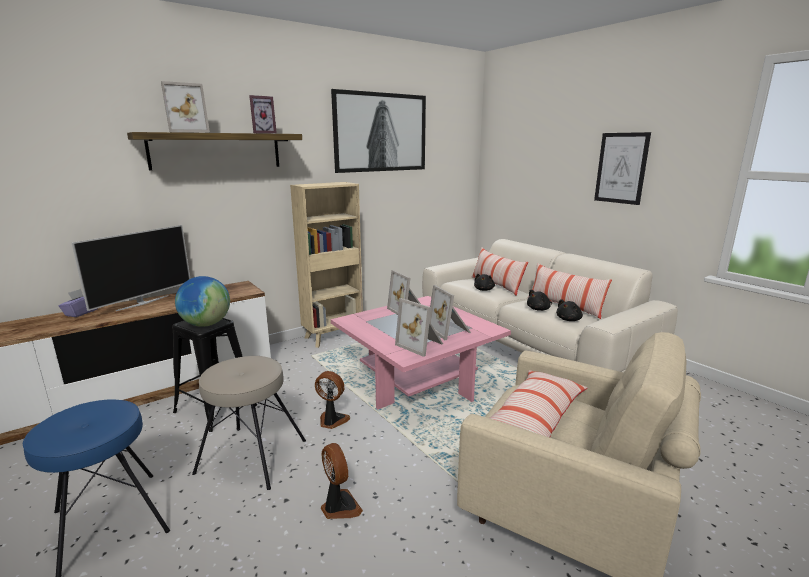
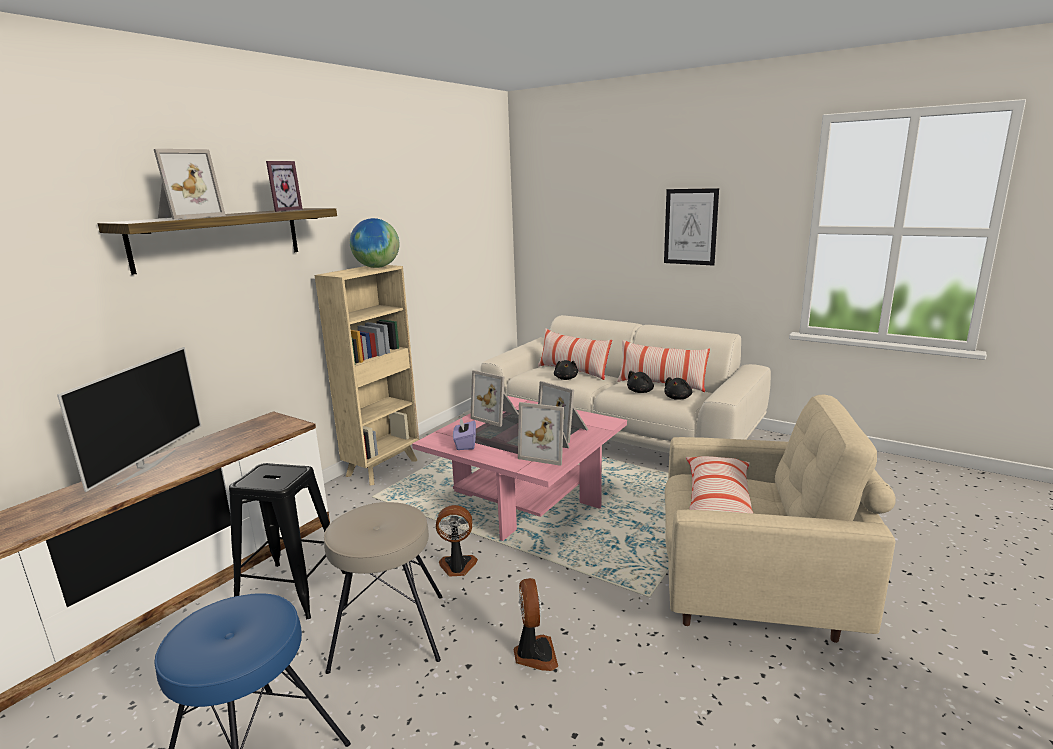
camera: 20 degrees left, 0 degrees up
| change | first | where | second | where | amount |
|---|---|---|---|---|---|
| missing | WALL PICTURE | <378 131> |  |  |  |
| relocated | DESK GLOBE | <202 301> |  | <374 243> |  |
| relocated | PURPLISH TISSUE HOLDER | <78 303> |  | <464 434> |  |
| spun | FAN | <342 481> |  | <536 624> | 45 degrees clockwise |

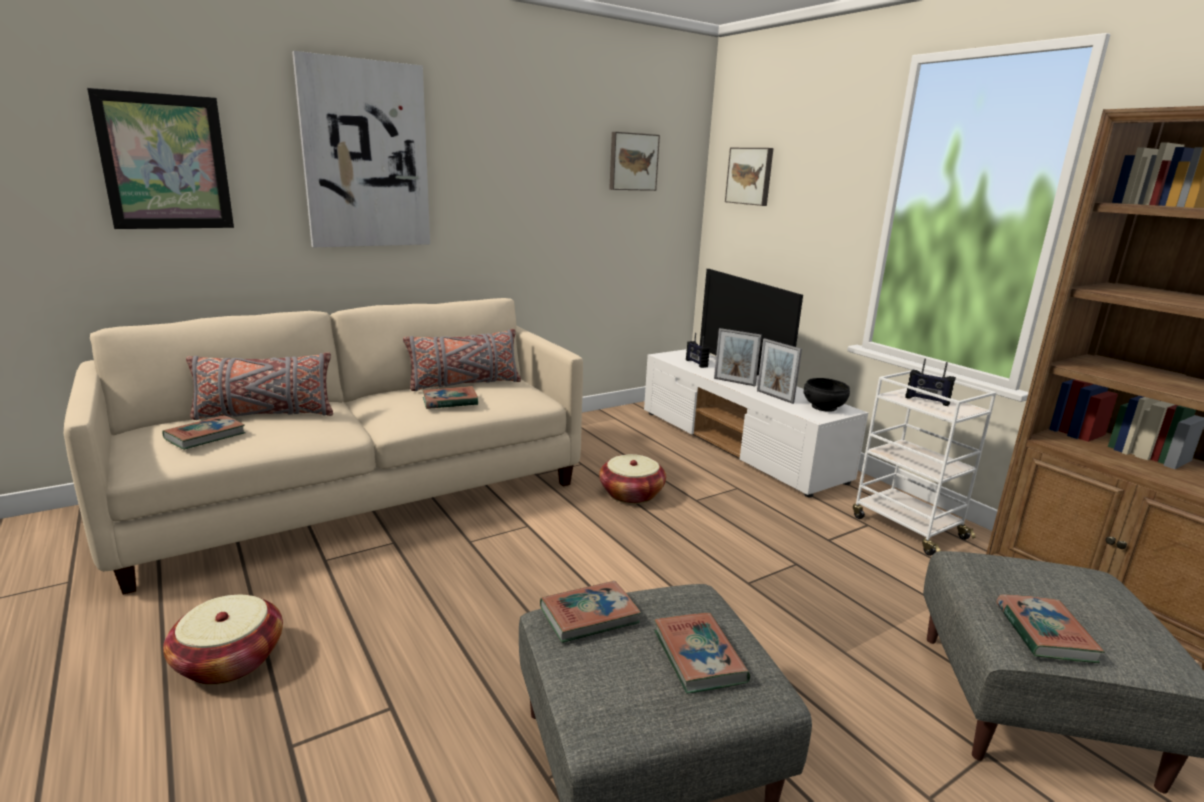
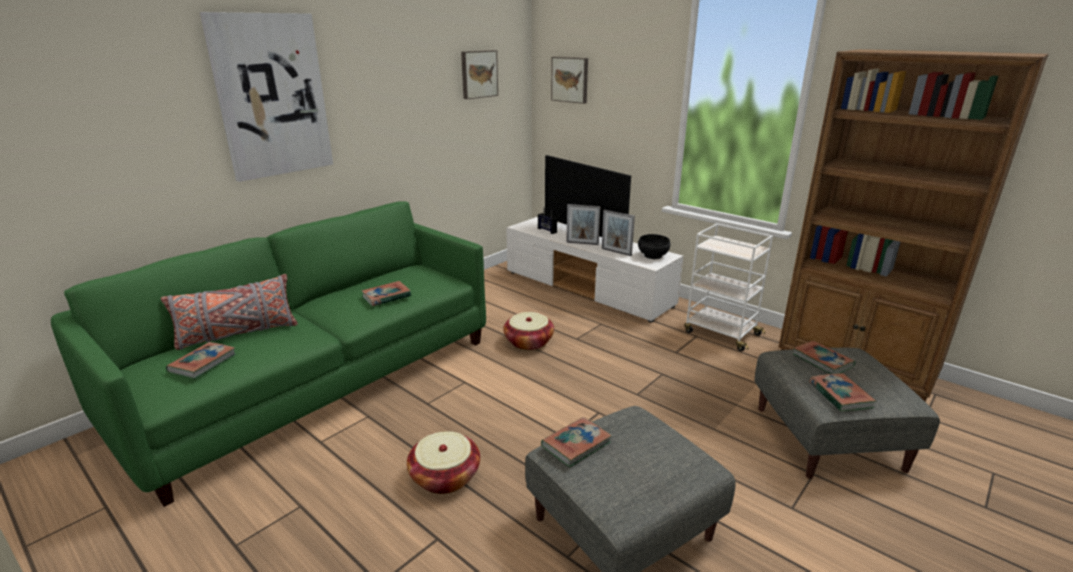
camera: 15 degrees left, 5 degrees up
| change | first | where | second | where | amount |
|---|---|---|---|---|---|
| missing | WALL PICTURE | <160 158> |  |  |  |
| colour | SAND-COLOURED SOFA | <323 446> | GREEN SOFA | <268 354> |  |
| missing | GREYISH CUSHION | <462 360> |  |  |  |
| missing | RADIO | <930 382> |  |  |  |
| relocated | STORAGE BASKET | <223 640> |  | <443 462> |  |
| relocated | BOOK | <702 653> |  | <824 357> |  |

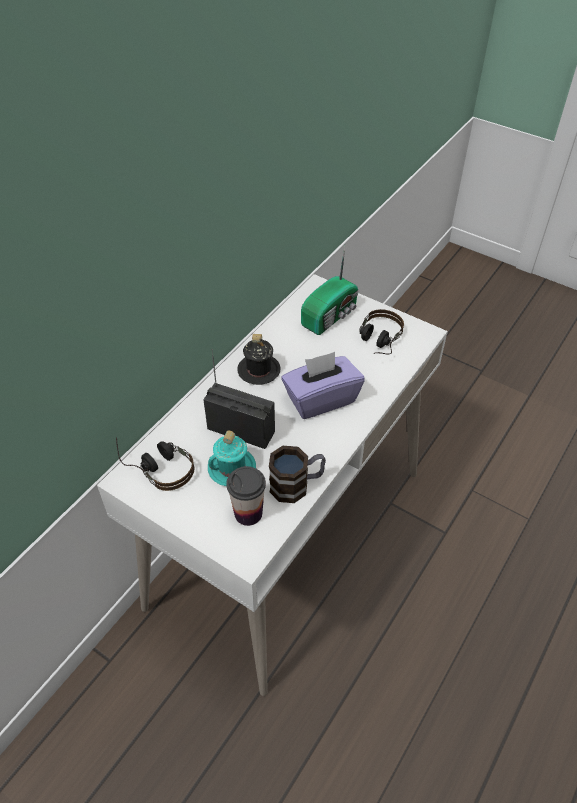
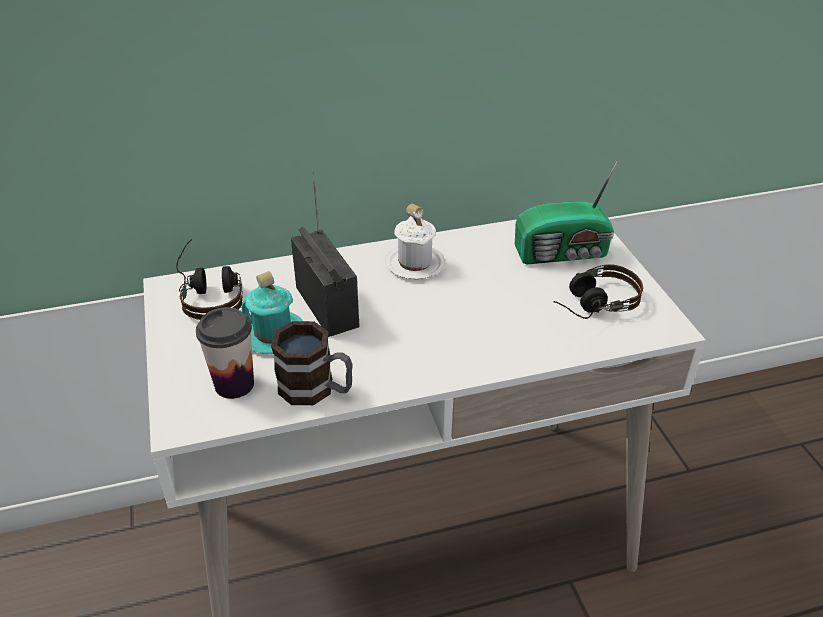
camera: 40 degrees right, 10 degrees down
| change | first | where | second | where | amount |
|---|---|---|---|---|---|
| colour | BLACKISH MUG | <258 359> | WHITE MUG | <415 241> |  |
| missing | PURPLISH TISSUE HOLDER | <323 385> |  |  |  |

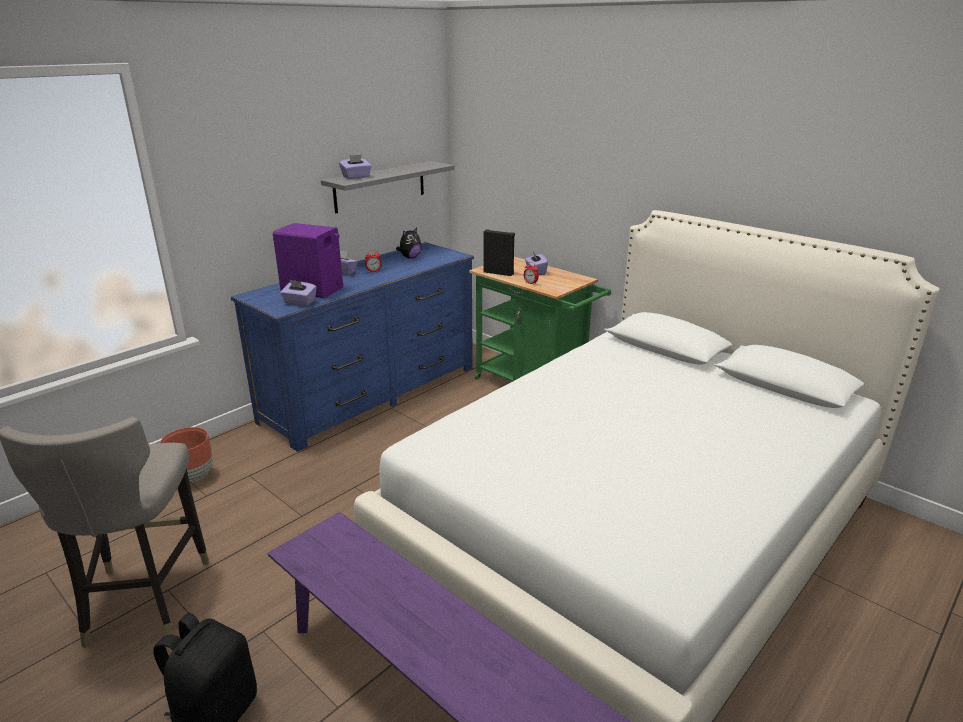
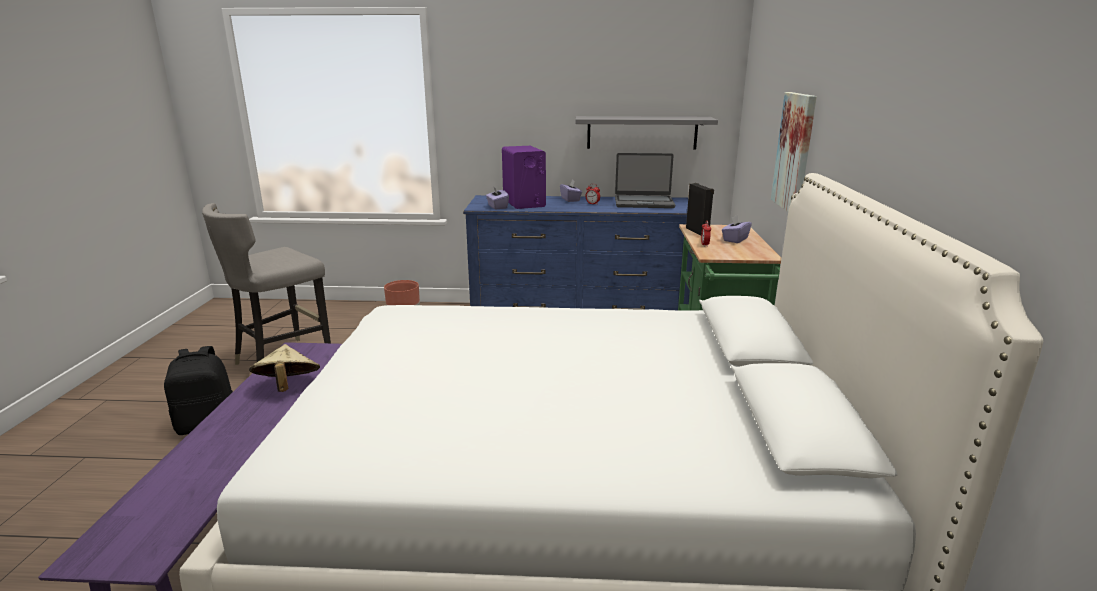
camera: 50 degrees right, 5 degrees down
| change | first | where | second | where | amount |
|---|---|---|---|---|---|
| missing | PURPLISH TISSUE HOLDER | <355 167> |  |  |  |
| exchanged | CUDDLY TOY | <409 242> | PORTABLE COMPUTER | <645 180> |  |
| appeared |  |  | WALL PICTURE | <794 152> |  |
| appeared |  |  | SAND-COLOURED HAT | <284 368> |  |

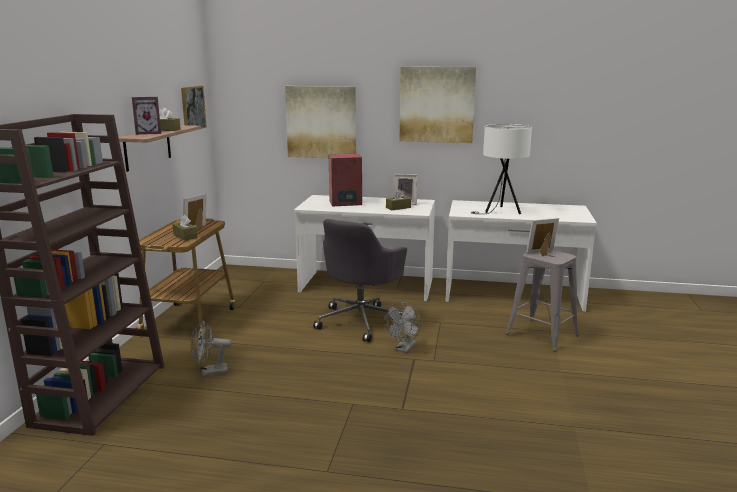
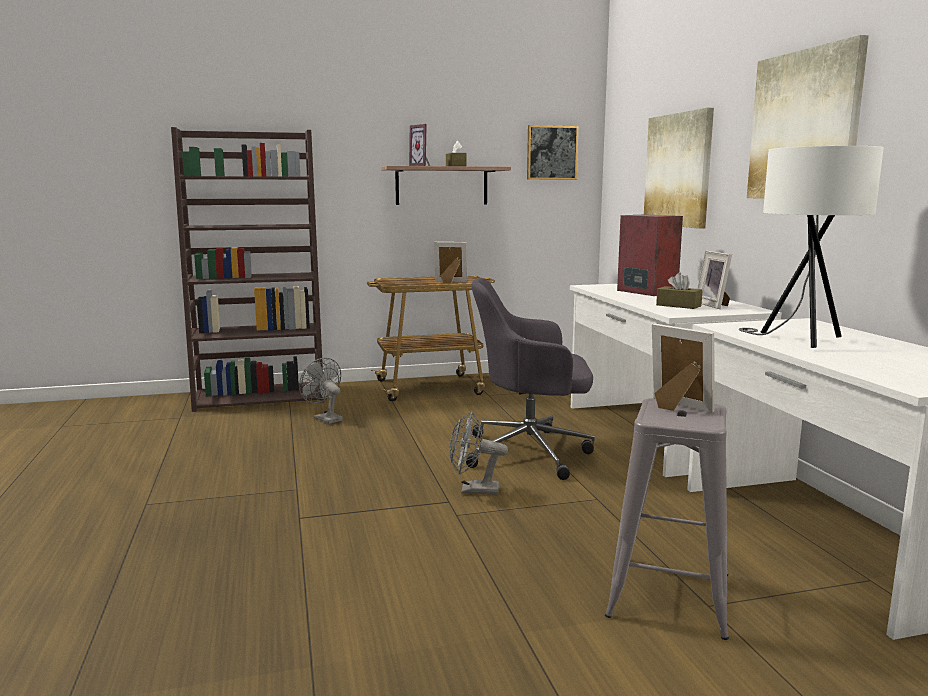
camera: 65 degrees right, 5 degrees down
| change | first | where | second | where | amount |
|---|---|---|---|---|---|
| missing | BROWNISH TISSUE HOLDER | <184 227> |  |  |  |

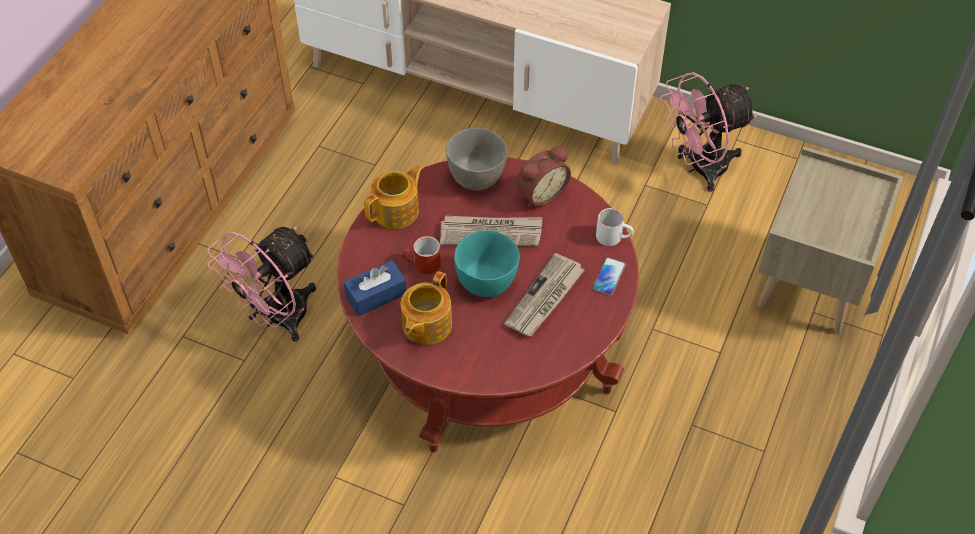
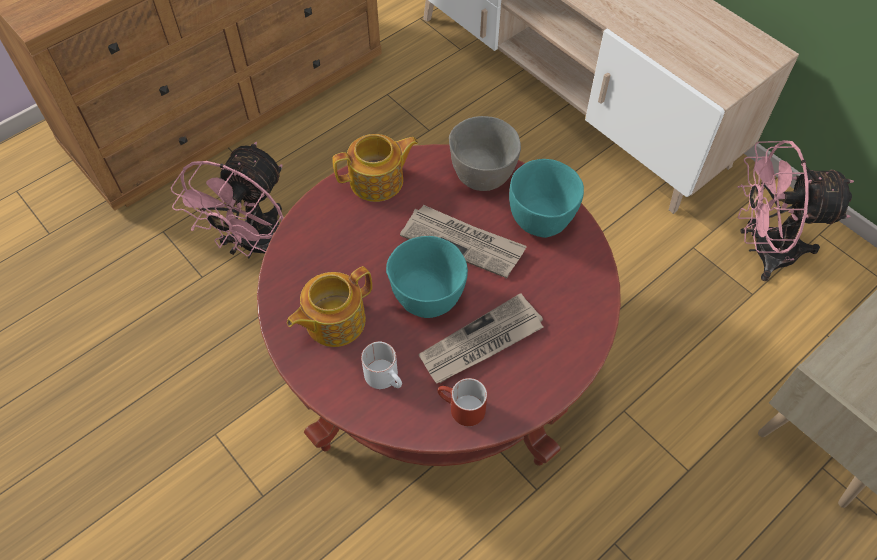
camera: 25 degrees right, 5 degrees up
| change | first | where | second | where | amount |
|---|---|---|---|---|---|
| exchanged | TABLE CLOCK | <543 176> | BLUE-GREEN DEEP DISH | <546 198> |  |
| relocated | WHITE MUG | <615 227> |  | <381 365> |  |
| spun | PINK FAN | <261 284> |  | <227 200> | 45 degrees counterclockwise |
| relocated | RED MUG | <421 255> |  | <462 402> |  |
| missing | PHONE | <609 276> |  |  |  |
| missing | BLUE-COLOURED TISSUE HOLDER | <375 288> |  |  |  |

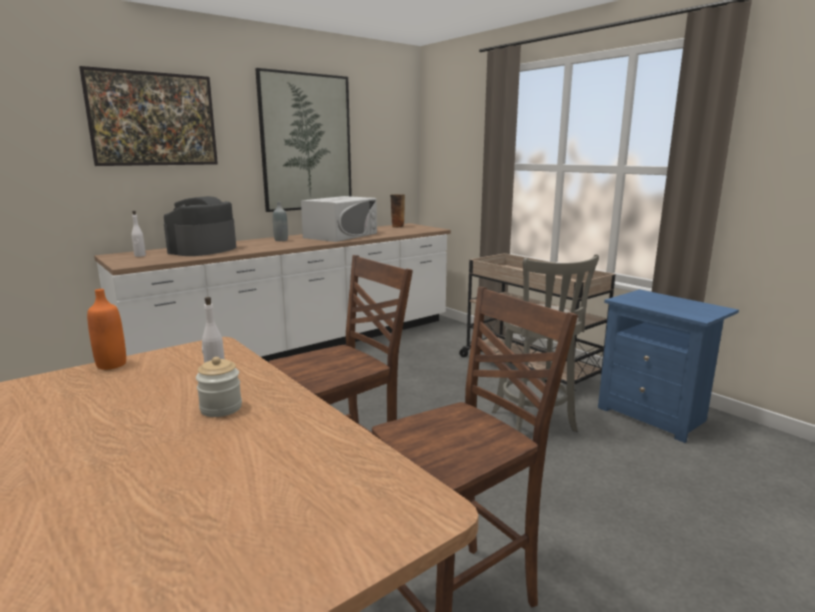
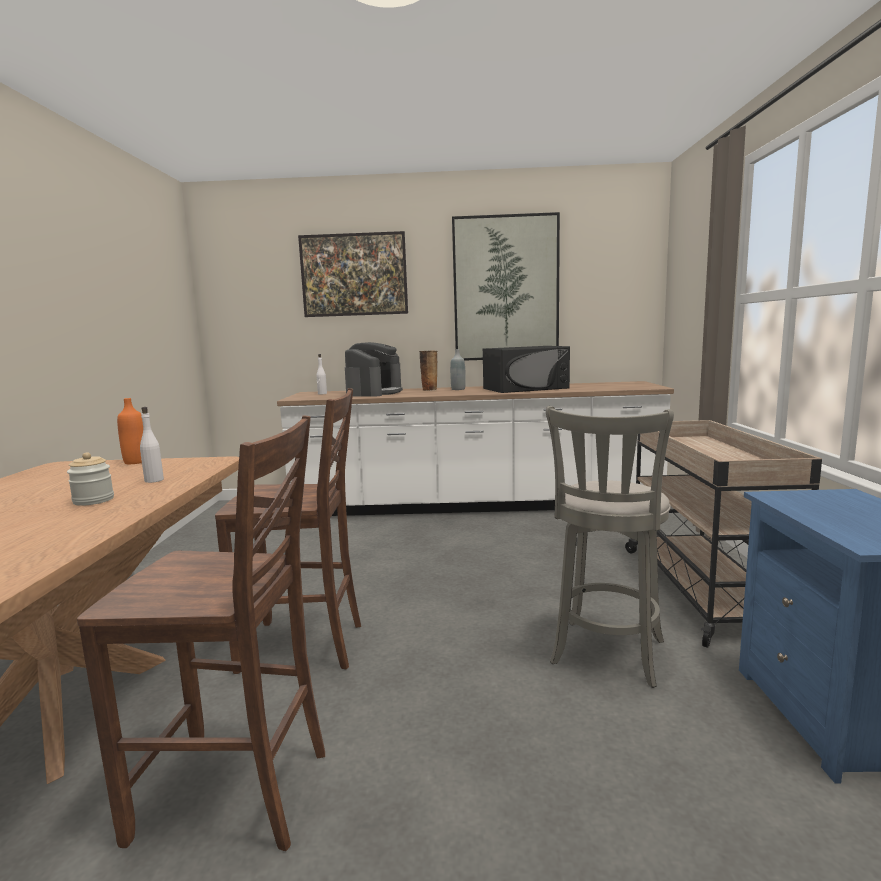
camera: 40 degrees right, 5 degrees down
| change | first | where | second | where | amount |
|---|---|---|---|---|---|
| relocated | FLOWER VASE | <397 211> |  | <428 371> |  |
| spun | COFFEE BREWER | <200 226> |  | <374 369> | 135 degrees clockwise |
| colour | WHITE MICROWAVE OVEN | <339 219> | BLACKISH MICROWAVE OVEN | <526 369> |  |

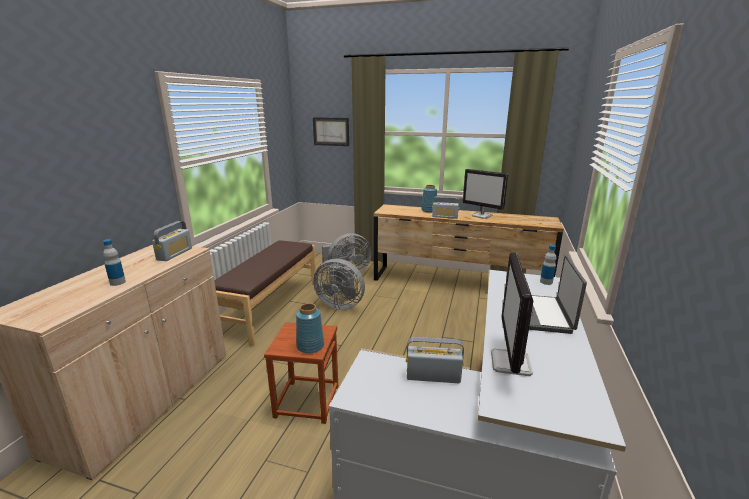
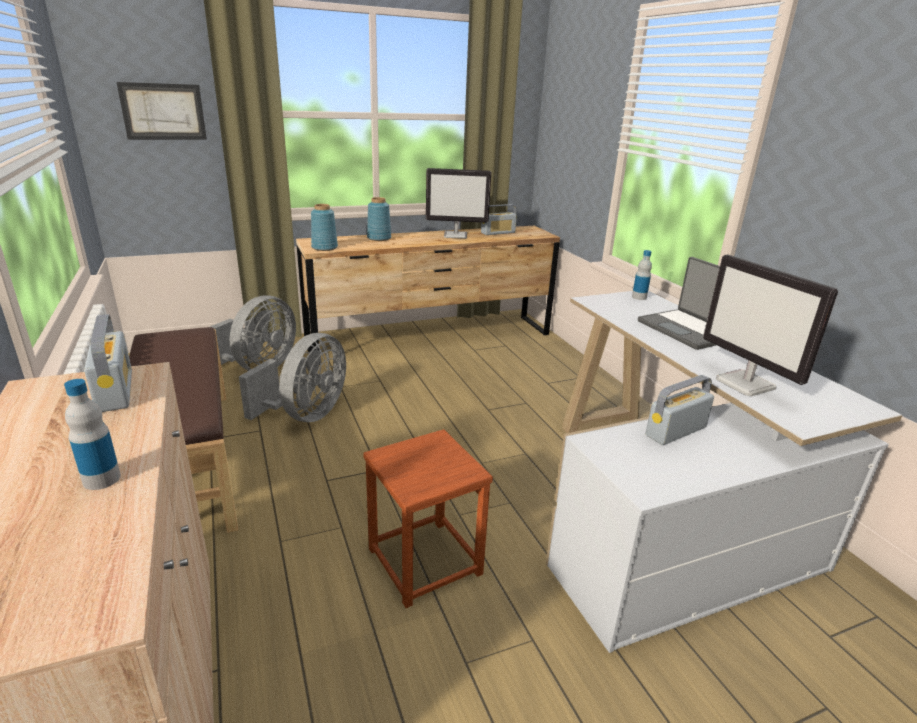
camera: 40 degrees left, 5 degrees up
| change | first | where | second | where | amount |
|---|---|---|---|---|---|
| relocated | RADIO | <445 208> |  | <499 219> |  |
| spun | GREYISH FAN | <339 284> |  | <292 377> | 45 degrees counterclockwise |
| relocated | BLUE-COLOURED FLOWER VASE | <310 328> |  | <324 227> |  |

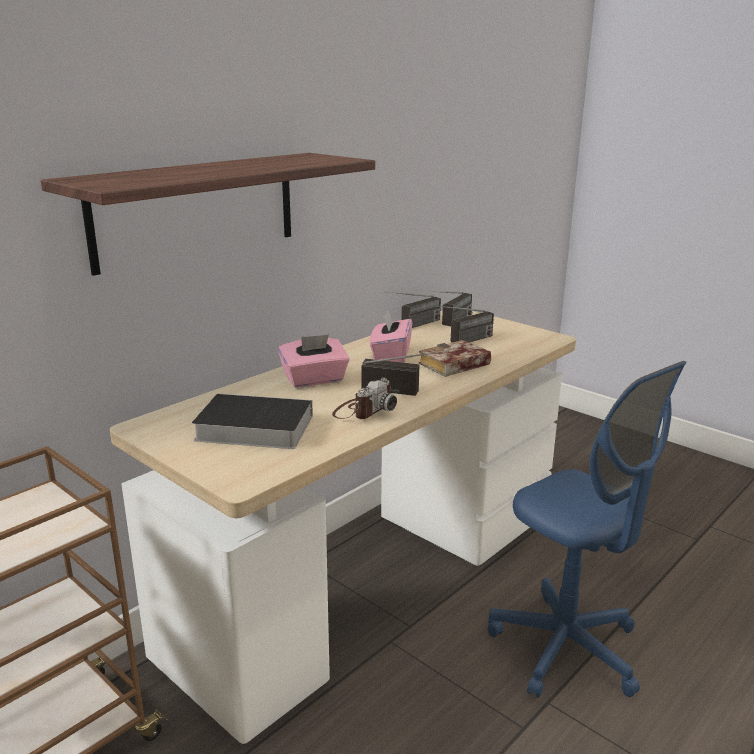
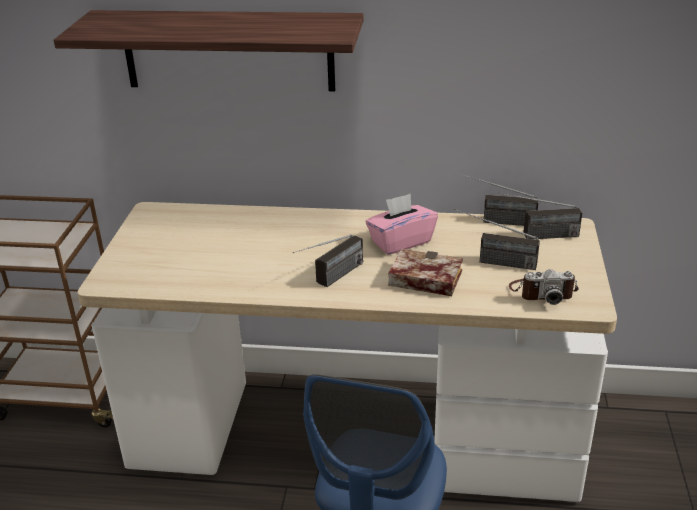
camera: 55 degrees right, 10 degrees up
| change | first | where | second | where | amount |
|---|---|---|---|---|---|
| missing | PINK TISSUE HOLDER | <314 361> |  |  |  |
| spun | RADIO | <405 373> |  | <328 260> | 60 degrees clockwise |
| relocated | STILL CAMERA | <364 398> |  | <544 287> |  |
| missing | BOOK | <252 421> |  |  |  |

